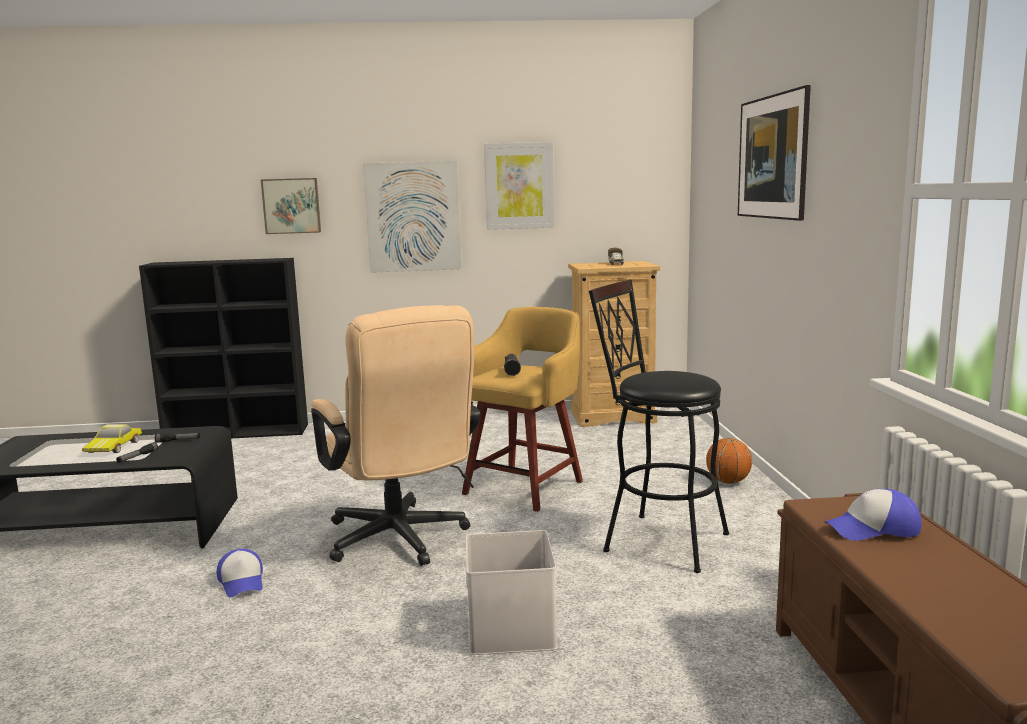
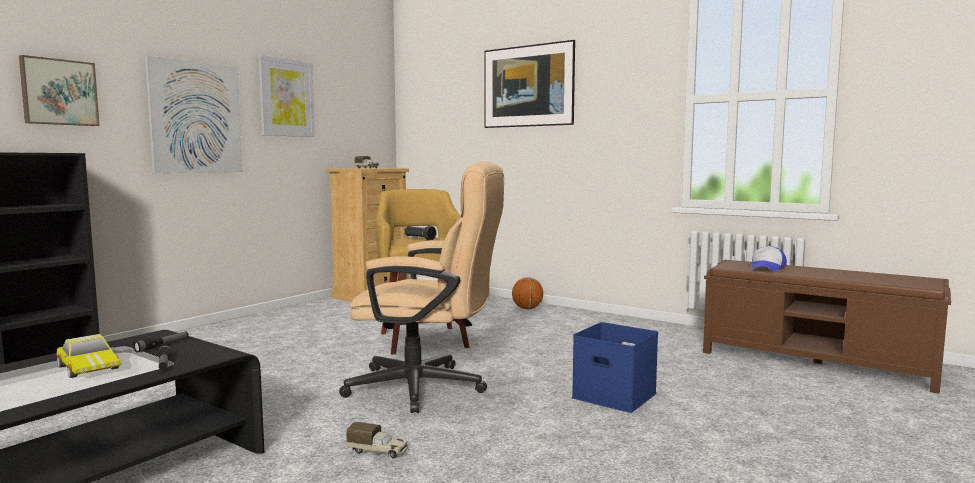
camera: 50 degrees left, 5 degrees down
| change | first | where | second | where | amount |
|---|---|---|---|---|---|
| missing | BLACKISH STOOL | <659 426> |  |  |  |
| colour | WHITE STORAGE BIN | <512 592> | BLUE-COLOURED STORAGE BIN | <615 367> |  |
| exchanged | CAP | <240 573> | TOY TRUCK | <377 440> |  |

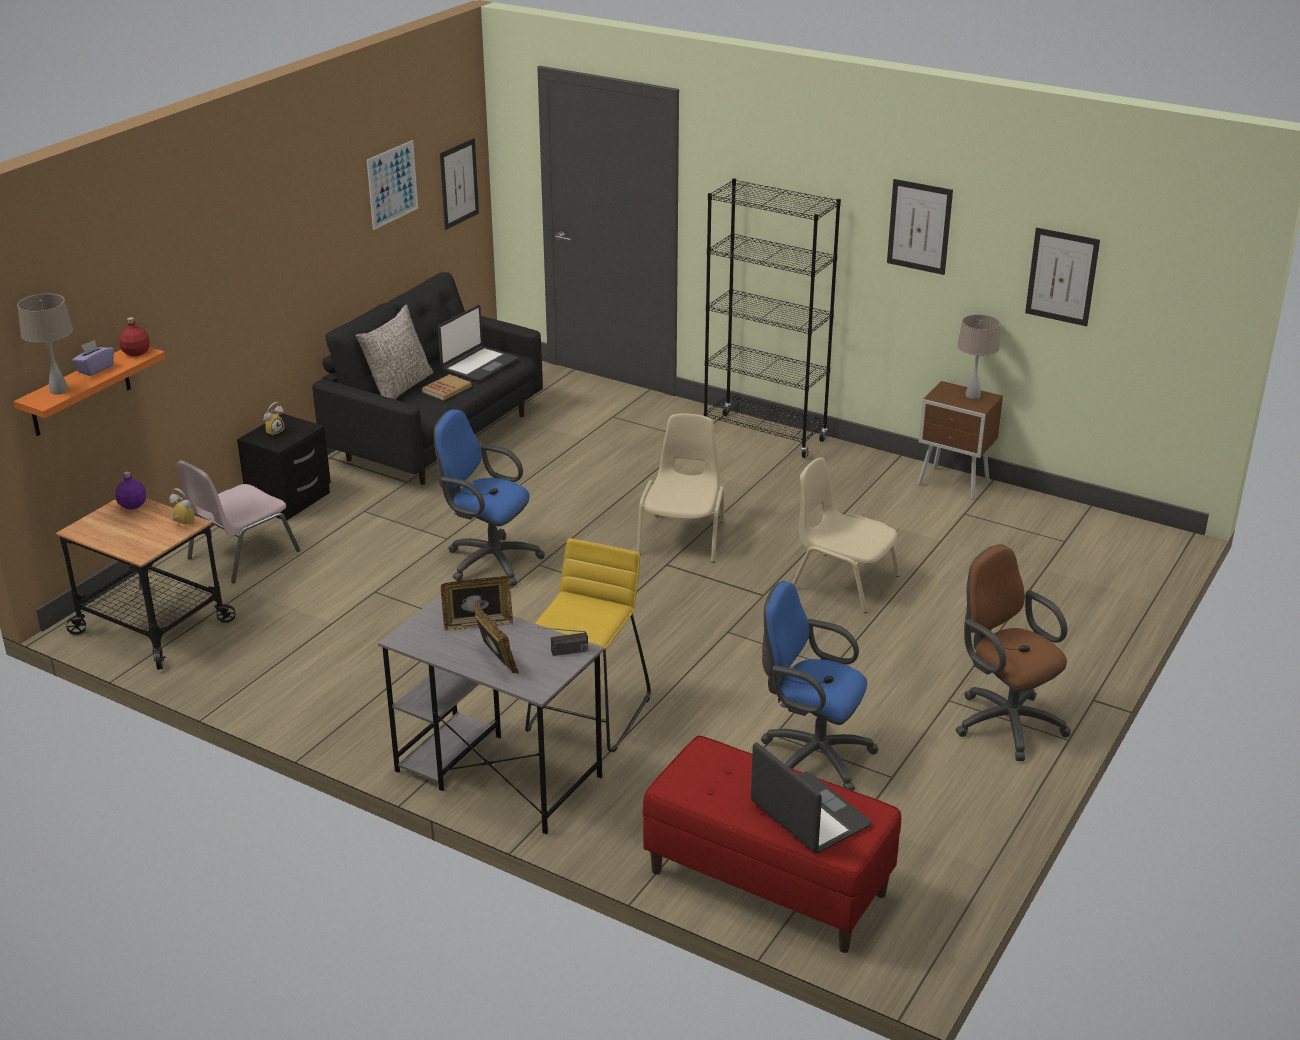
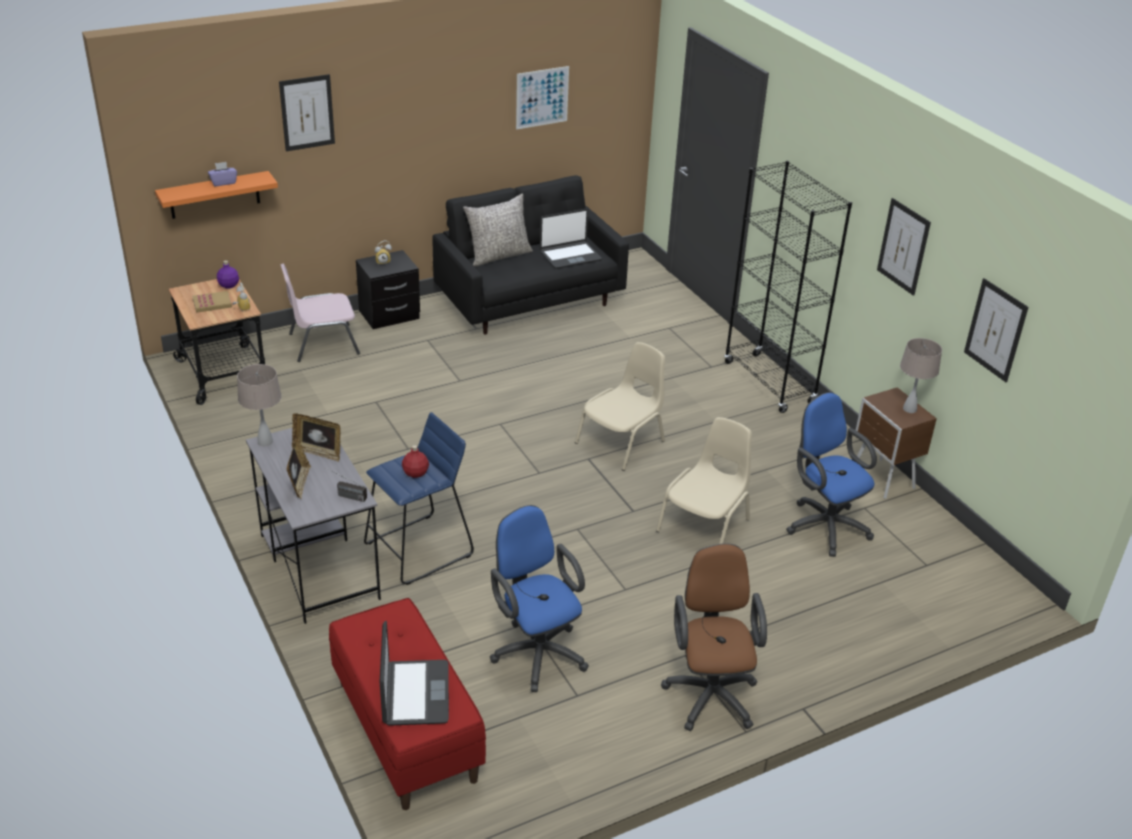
camera: 30 degrees right, 5 degrees up
| change | first | where | second | where | amount |
|---|---|---|---|---|---|
| relocated | WALL PICTURE | <459 184> |  | <307 113> |  |
| relocated | SAND-COLOURED LAMP FOR A TABLE | <45 344> |  | <259 405> |  |
| relocated | RED BEVERAGE BOTTLE | <134 336> |  | <415 461> |  |
| relocated | BOOK | <447 387> |  | <212 302> |  |
| relocated | BLUE-COLOURED DESK CHAIR | <489 497> |  | <831 474> |  |
| spun | SAND-COLOURED CHAIR | <846 535> |  | <704 480> | 60 degrees clockwise |
| colour | YELLOWISH STOOL | <588 645> | BLUE-COLOURED STOOL | <419 498> |  |

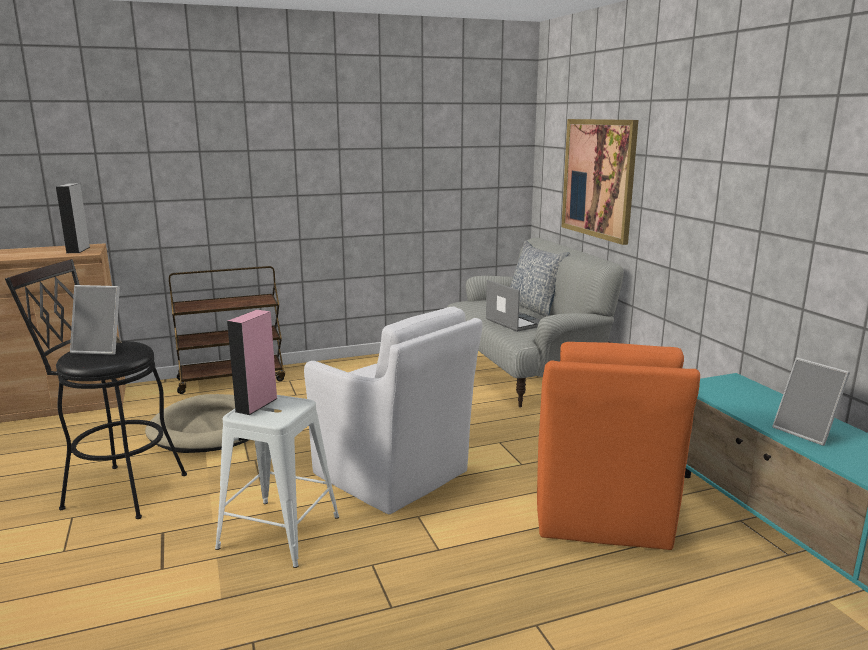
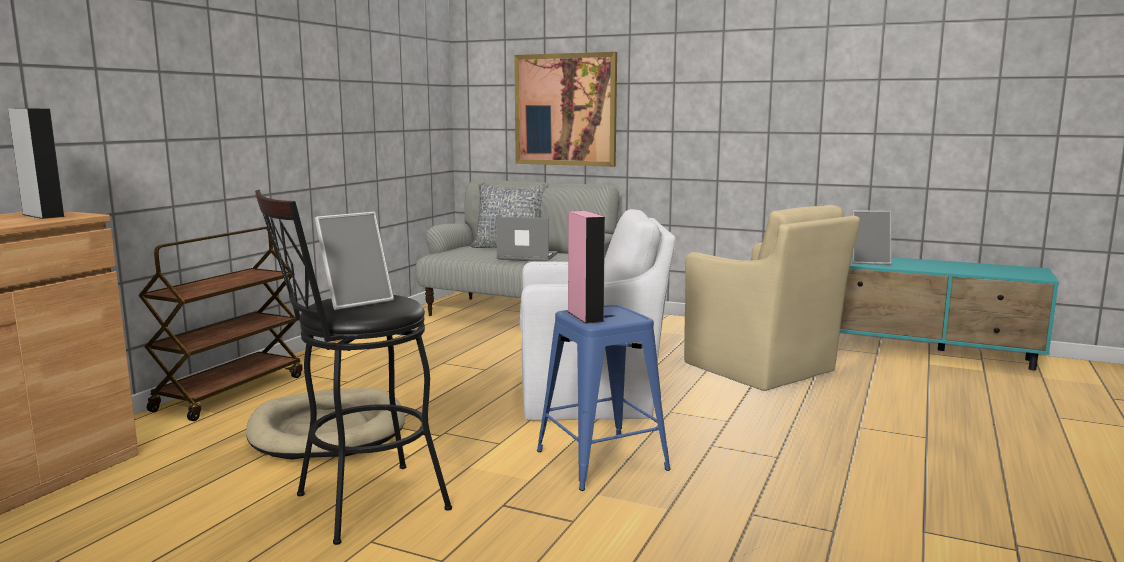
camera: 45 degrees left, 5 degrees down
| change | first | where | second | where | amount |
|---|---|---|---|---|---|
| colour | ORANGE-COLOURED ARMCHAIR | <618 446> | SAND-COLOURED ARMCHAIR | <772 298> |  |
| colour | WHITE STOOL | <277 481> | BLUE-COLOURED STOOL | <604 398> |  |

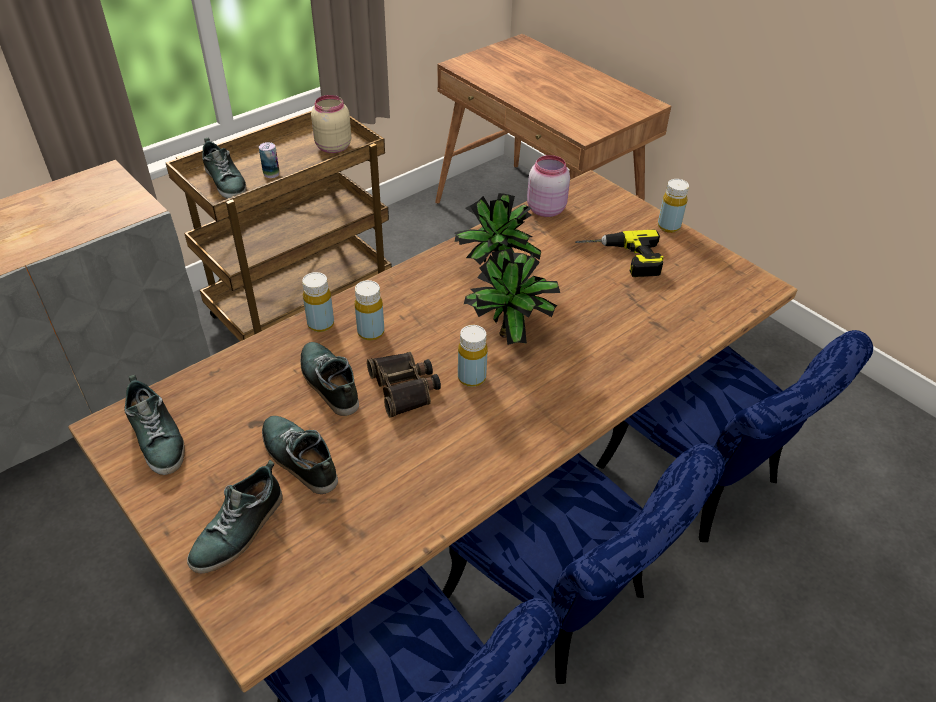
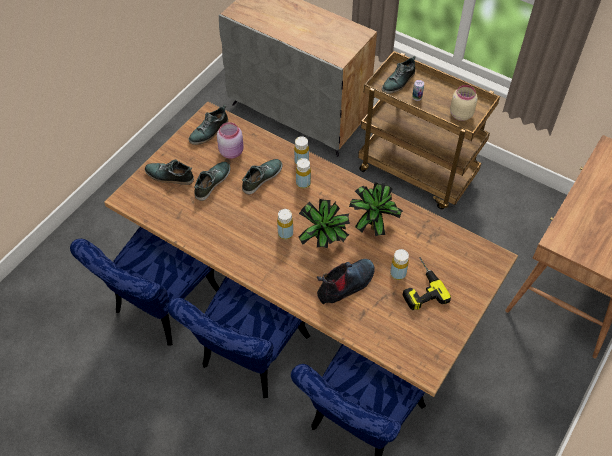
camera: 75 degrees right, 10 degrees up
| change | first | where | second | where | amount |
|---|---|---|---|---|---|
| relocated | PINK JAR | <548 186> |  | <230 140> |  |
| relocated | YELLOWISH BEVERAGE BOTTLE | <673 206> |  | <399 264> |  |
| missing | FIELD GLASSES | <404 384> |  |  |  |
| appeared |  |  | HIGH-TOP BOOT | <346 281> |  |

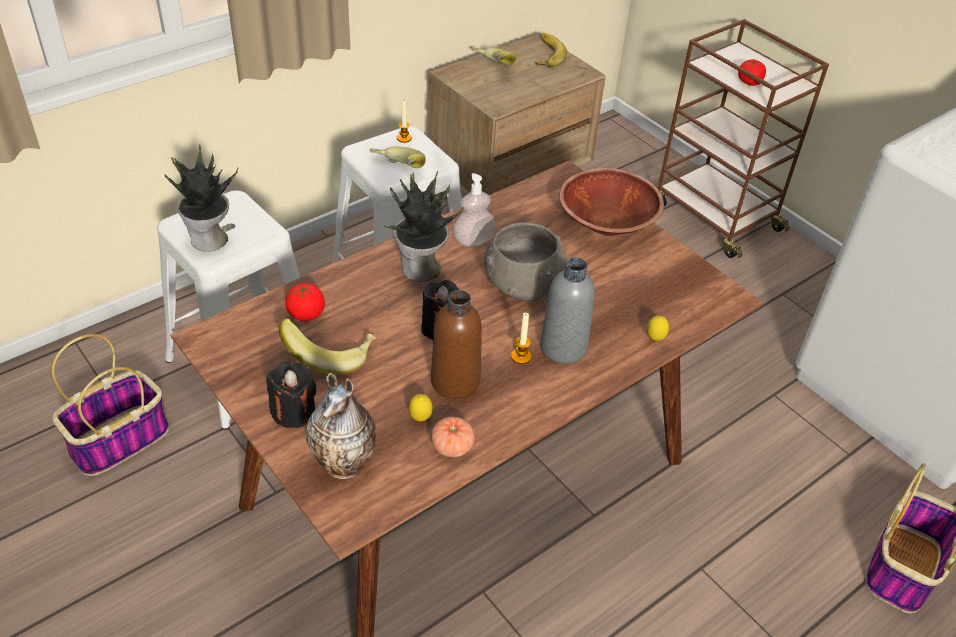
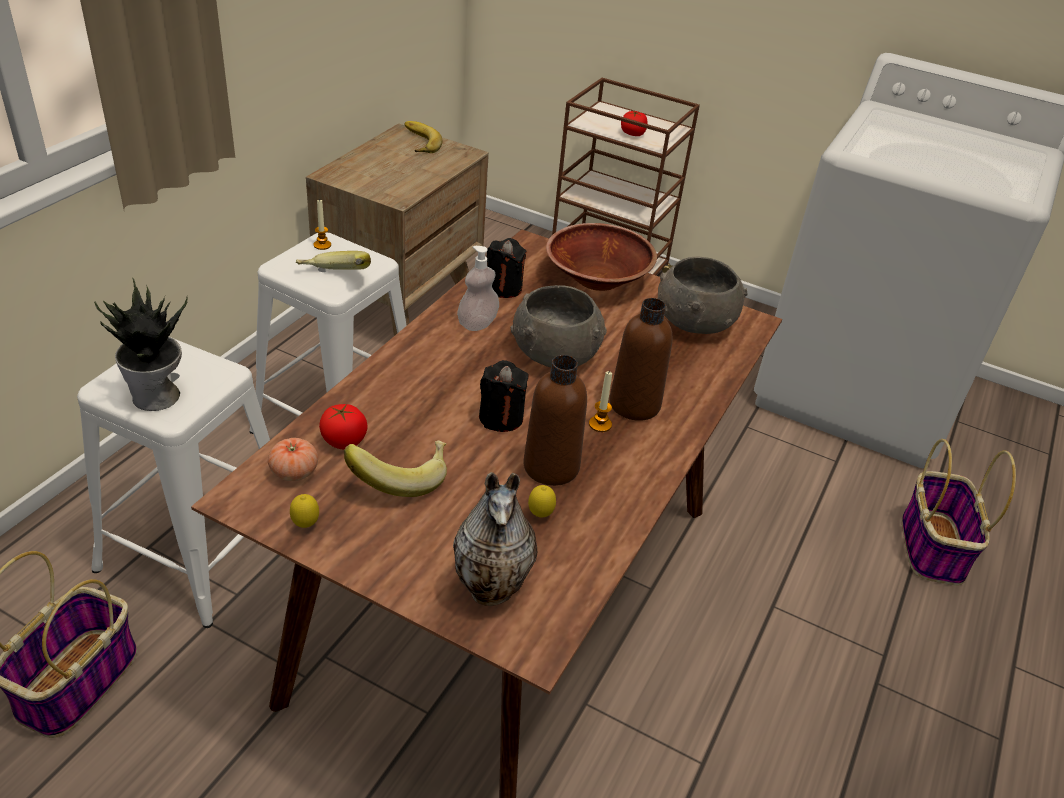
camera: 25 degrees left, 5 degrees down
| change | first | where | second | where | amount |
|---|---|---|---|---|---|
| missing | BANANA FRUIT | <494 56> |  |  |  |
| missing | PLANT IN A POT | <424 226> |  |  |  |
| colour | GREYISH BEVERAGE BOTTLE | <567 310> | BROWNISH BEVERAGE BOTTLE | <641 359> |  |
| relocated | CITRUS FRUIT | <658 328> |  | <304 511> |  |
| relocated | BLACKISH WAX LIGHT | <292 395> |  | <506 268> |  |
| relocated | TOMATO | <453 437> |  | <293 459> |  |
| appeared |  |  | GREYISH DEEP DISH | <702 295> |  |

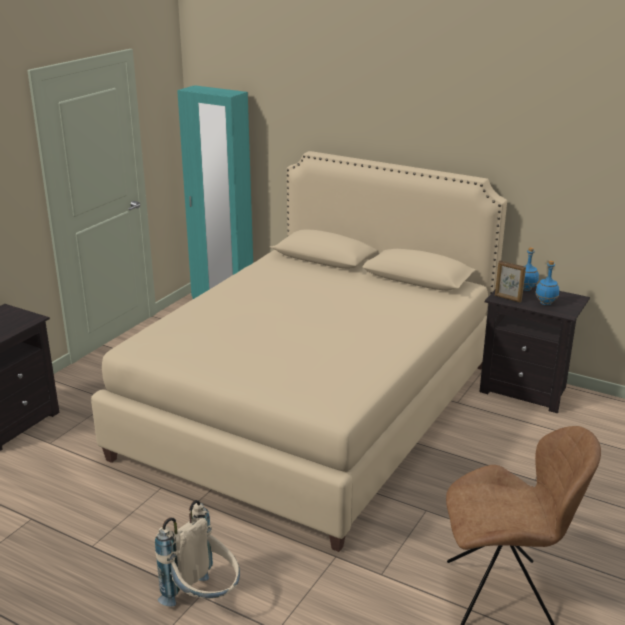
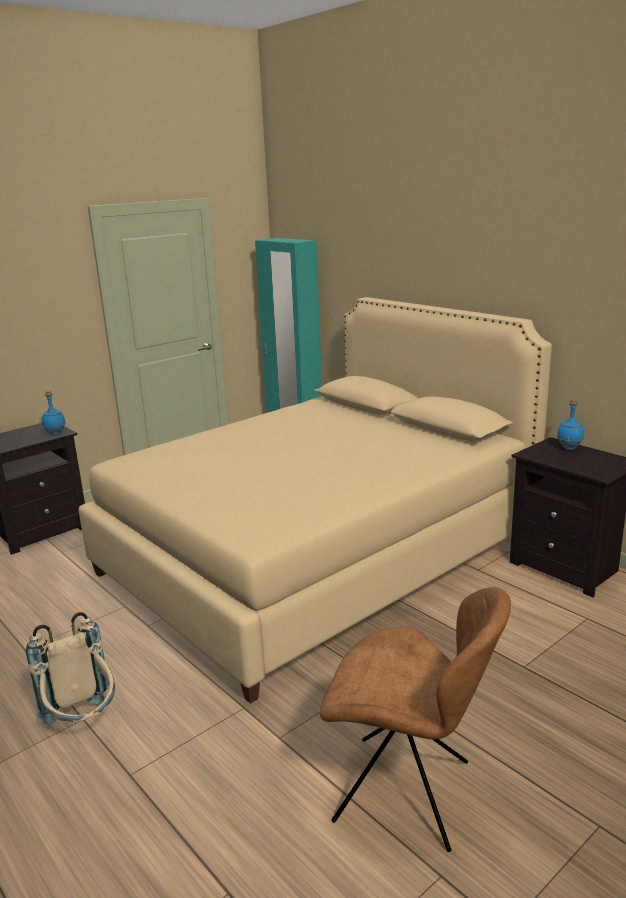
camera: 20 degrees right, 5 degrees down
| change | first | where | second | where | amount |
|---|---|---|---|---|---|
| missing | PHOTO FRAME | <510 281> |  |  |  |
| relocated | BLUE-COLOURED BEVERAGE BOTTLE | <547 283> |  | <54 413> |  |

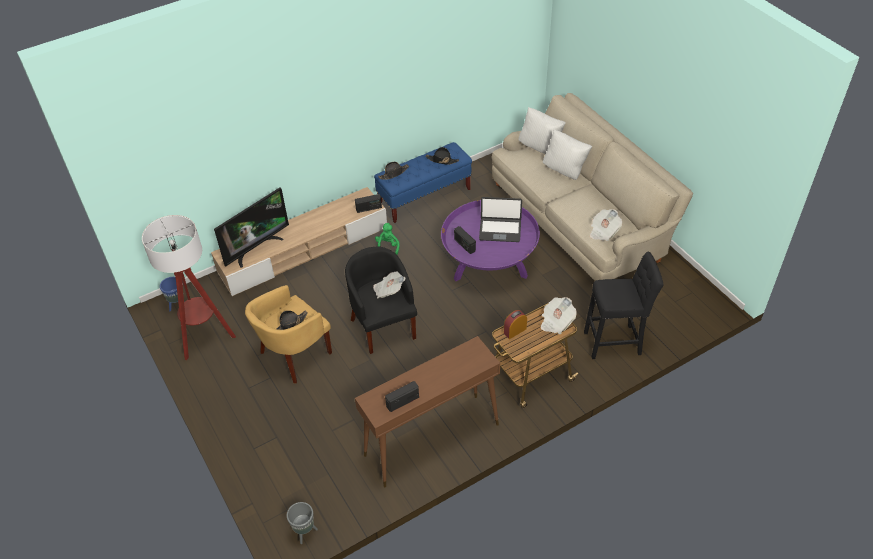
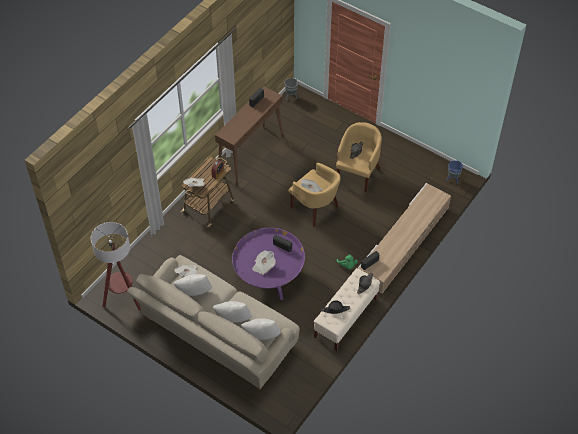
camera: 155 degrees right, 5 degrees up
| change | first | where | second | where | amount |
|---|---|---|---|---|---|
| colour | BLUE-COLOURED BENCH | <423 182> | SAND-COLOURED BENCH | <347 309> |  |
| missing | TV | <251 227> |  |  |  |
| exchanged | PORTABLE COMPUTER | <500 219> | NEWSPAPER | <264 262> |  |
| relocated | STANDING LAMP | <189 287> |  | <116 266> |  |
| colour | BLACKISH ARMCHAIR | <381 300> | YELLOWISH ARMCHAIR | <314 195> |  |
| missing | BLACKISH STOOL | <624 305> |  |  |  |
| appeared |  |  | WHITE CUSHION | <193 285> |  |

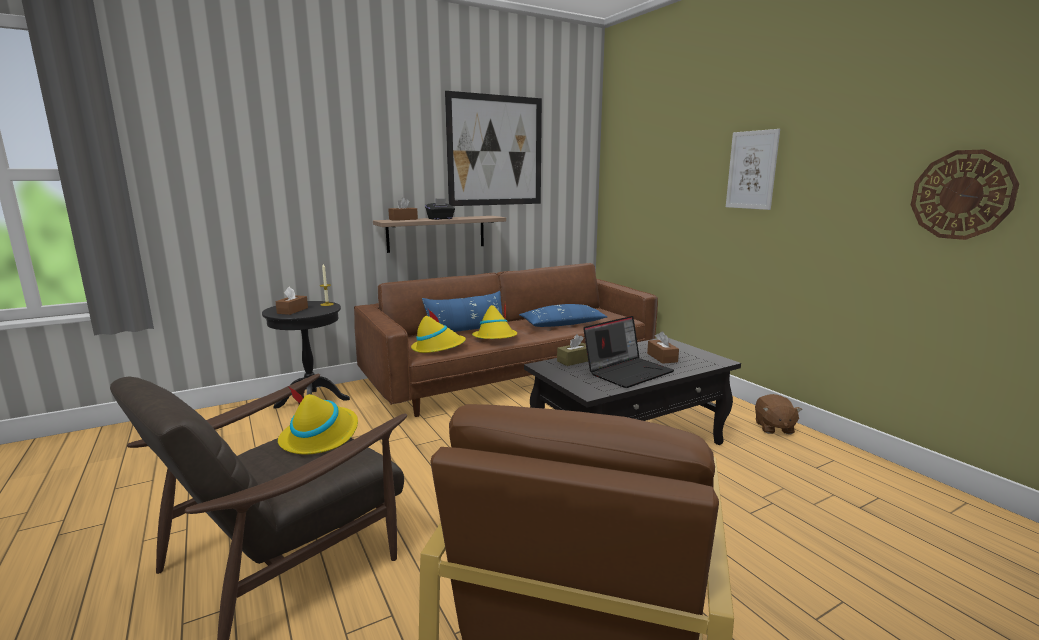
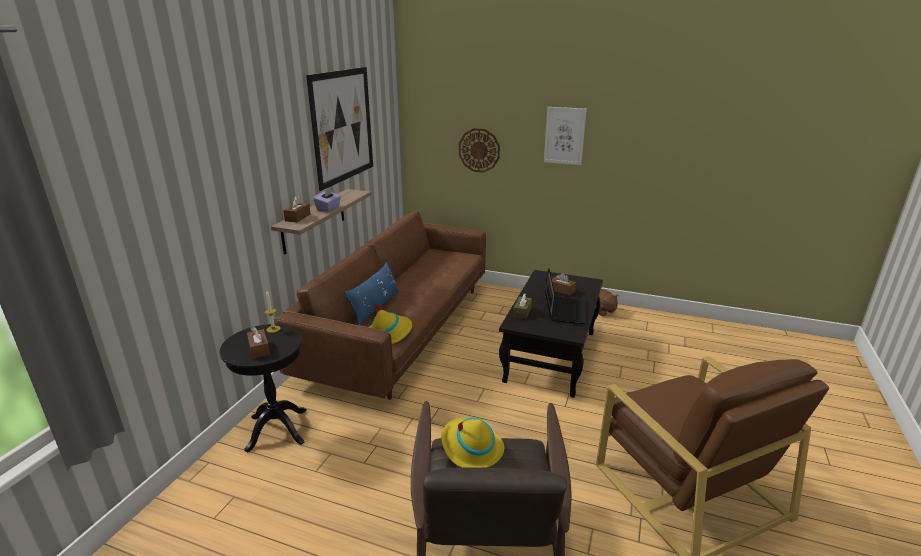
camera: 40 degrees left, 10 degrees up
| change | first | where | second | where | amount |
|---|---|---|---|---|---|
| relocated | HANGING CLOCK | <965 194> |  | <479 150> |  |
| colour | BLACKISH TISSUE HOLDER | <440 209> | PURPLISH TISSUE HOLDER | <327 200> |  |
| missing | YELLOWISH HAT | <494 321> |  |  |  |
| missing | BLUE-COLOURED CUSHION | <563 315> |  |  |  |

